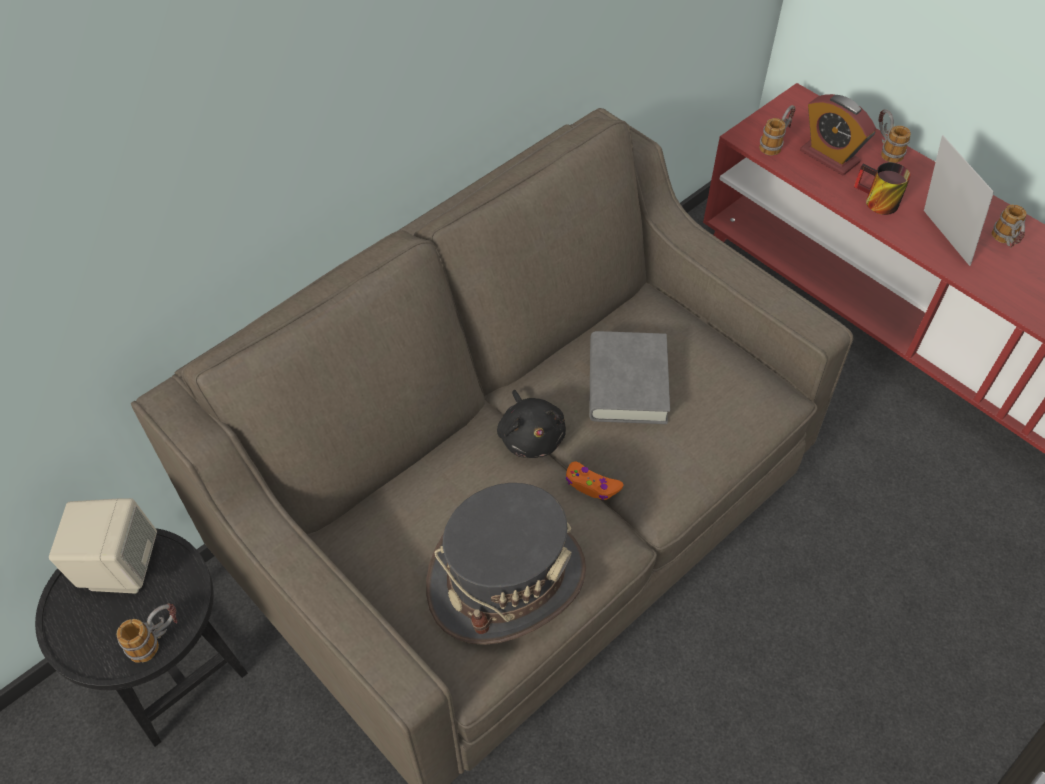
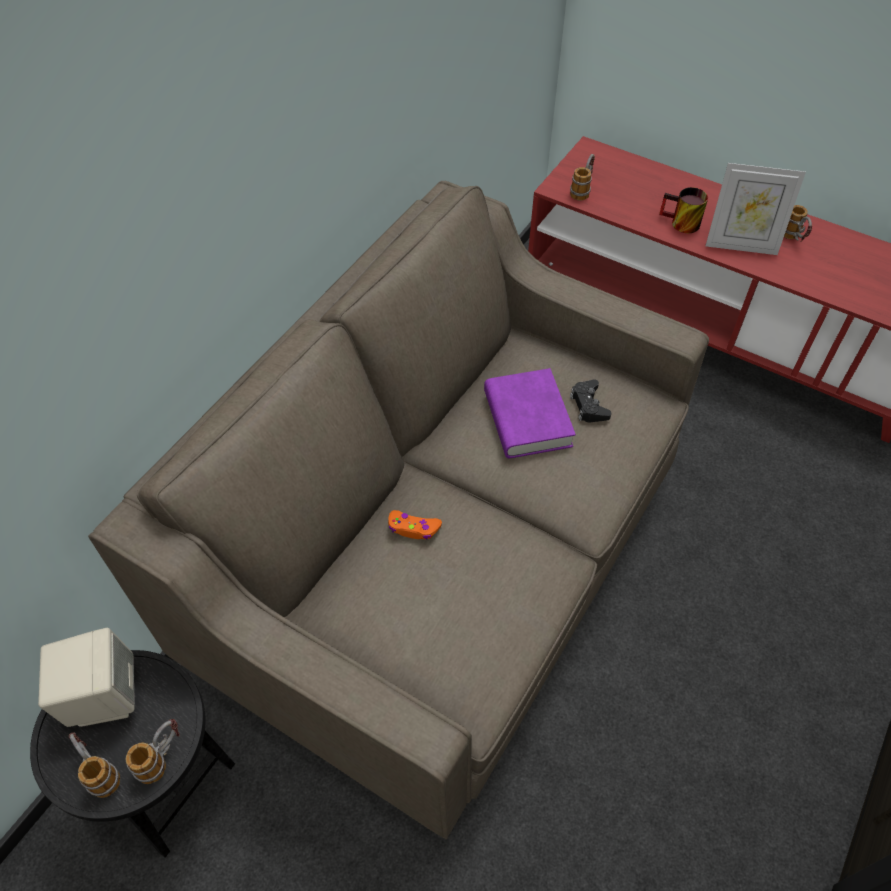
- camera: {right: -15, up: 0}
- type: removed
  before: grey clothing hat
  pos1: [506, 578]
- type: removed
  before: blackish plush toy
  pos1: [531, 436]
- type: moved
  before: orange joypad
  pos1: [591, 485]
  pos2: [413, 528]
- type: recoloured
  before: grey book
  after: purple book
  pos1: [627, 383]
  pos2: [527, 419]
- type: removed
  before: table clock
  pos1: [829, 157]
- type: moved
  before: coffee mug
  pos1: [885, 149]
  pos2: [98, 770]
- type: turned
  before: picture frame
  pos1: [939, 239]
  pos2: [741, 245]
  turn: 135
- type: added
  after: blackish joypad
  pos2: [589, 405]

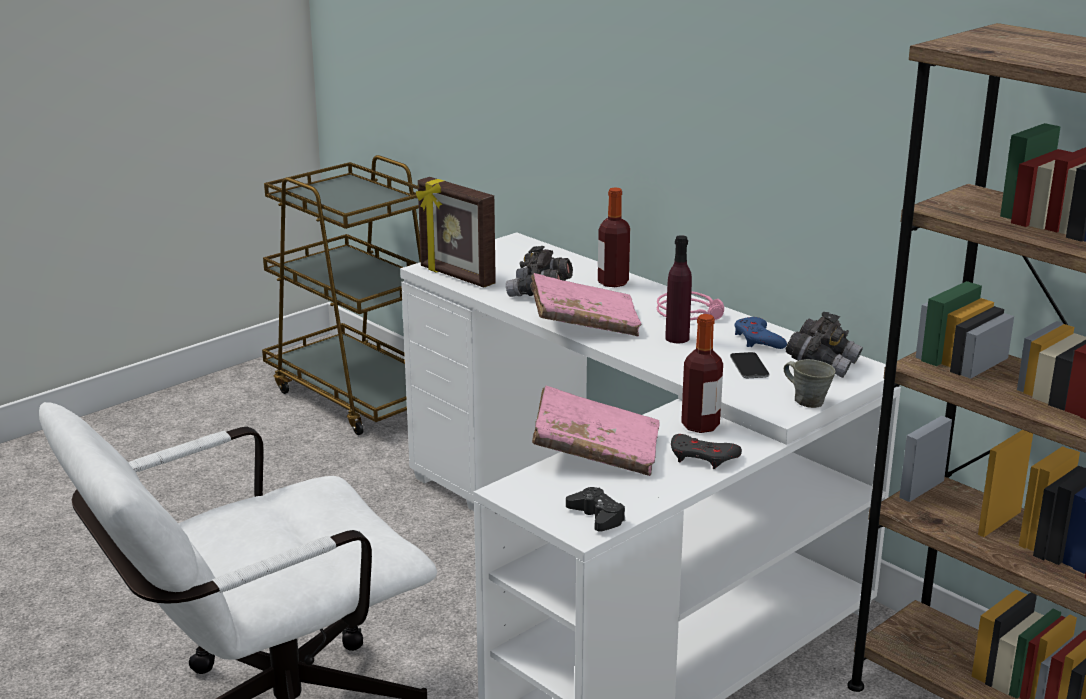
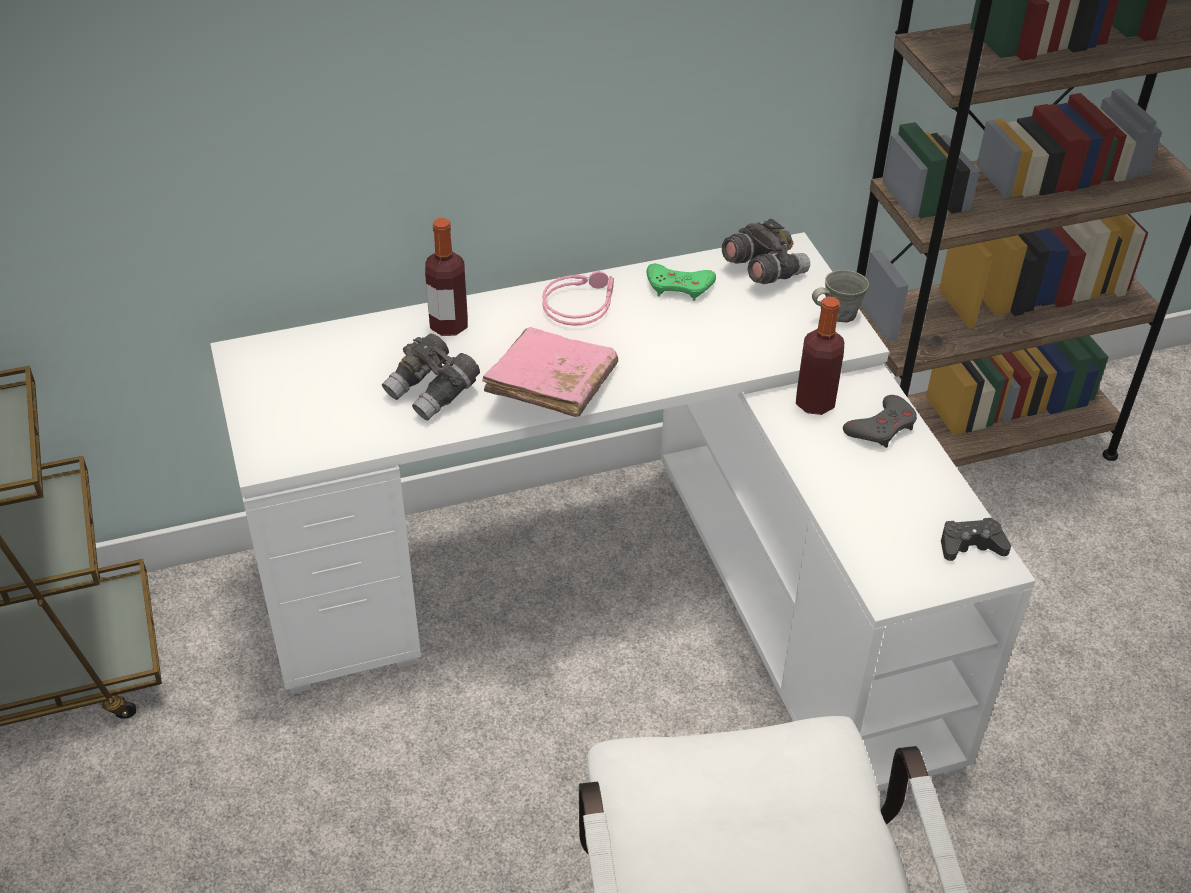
- camera: {right: -65, up: 20}
- type: removed
  before: picture frame
  pos1: [456, 276]
- type: removed
  before: pink-coloured book
  pos1: [595, 451]
- type: removed
  before: purple drink bottle
  pos1: [677, 338]
- type: removed
  before: phone
  pos1: [749, 367]
- type: recoloured
  before: blue-coloured joypad
  after: green-coloured joypad
  pos1: [758, 339]
  pos2: [679, 286]

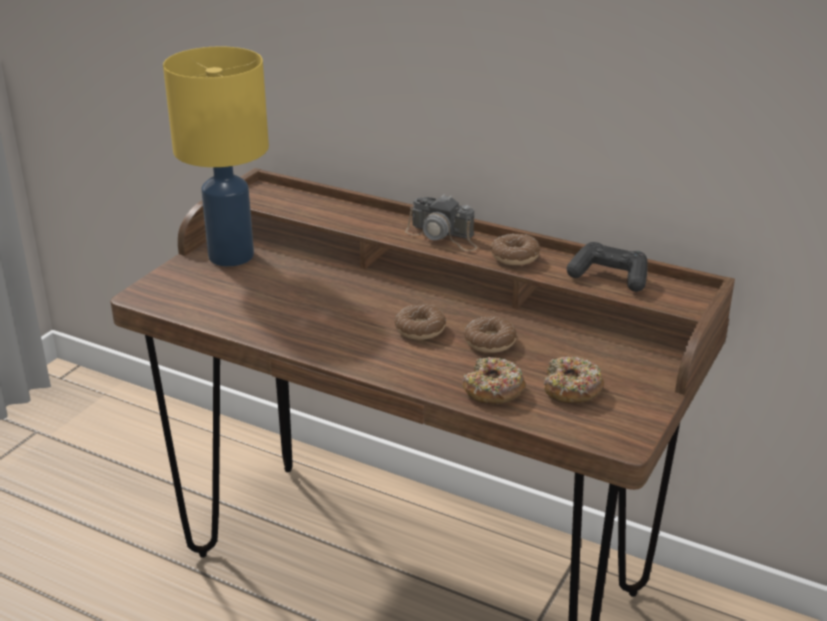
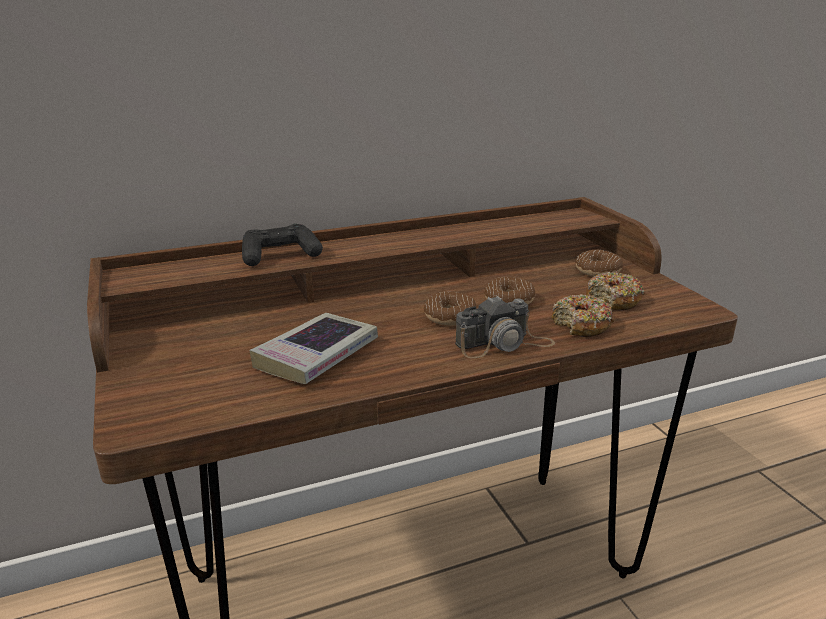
- camera: {right: -50, up: -5}
- type: removed
  before: yellow-coloured lamp for a table
  pos1: [231, 255]
- type: moved
  before: still camera
  pos1: [443, 236]
  pos2: [504, 344]
- type: moved
  before: doughnut
  pos1: [515, 257]
  pos2: [598, 271]
- type: moved
  before: blackish joypad
  pos1: [609, 277]
  pos2: [280, 255]
- type: added
  after: book
  pos2: [317, 355]

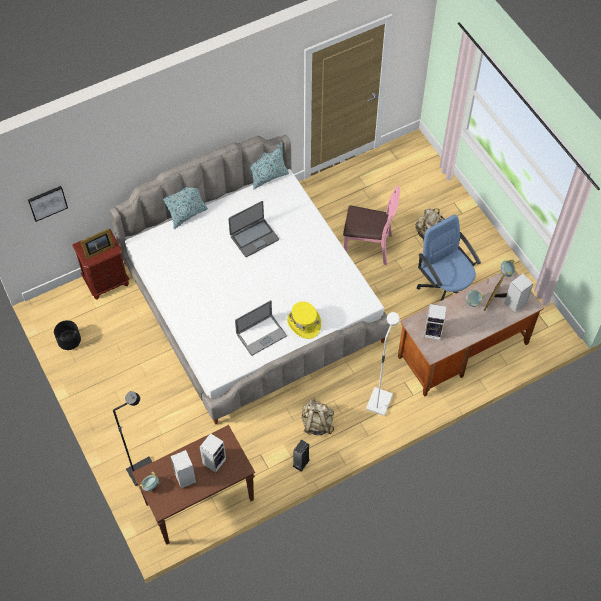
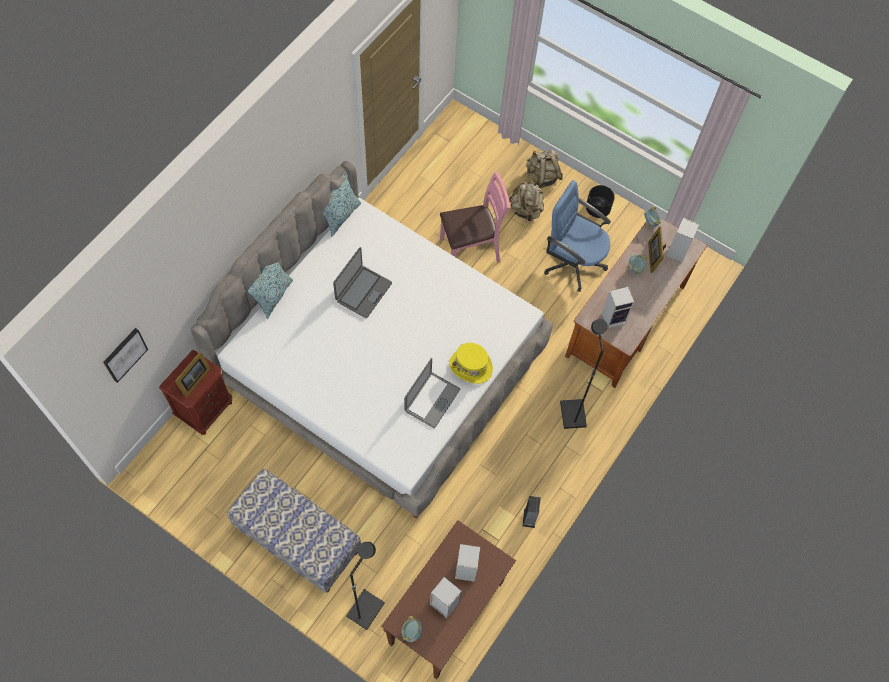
- camera: {right: -30, up: 5}
- type: moved
  before: blackish plant pot
  pos1: [69, 341]
  pos2: [597, 209]
- type: moved
  before: sand-coloured rucksack
  pos1: [317, 423]
  pos2: [542, 177]
- type: recoloured
  before: white-coloured floor lamp
  after: blackish floor lamp
  pos1: [378, 401]
  pos2: [572, 414]
- type: added
  after: long seat
  pos2: [297, 540]

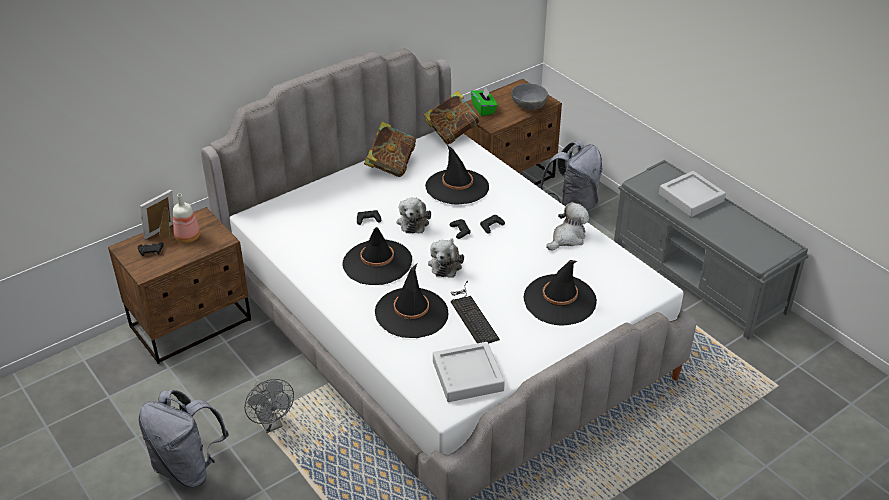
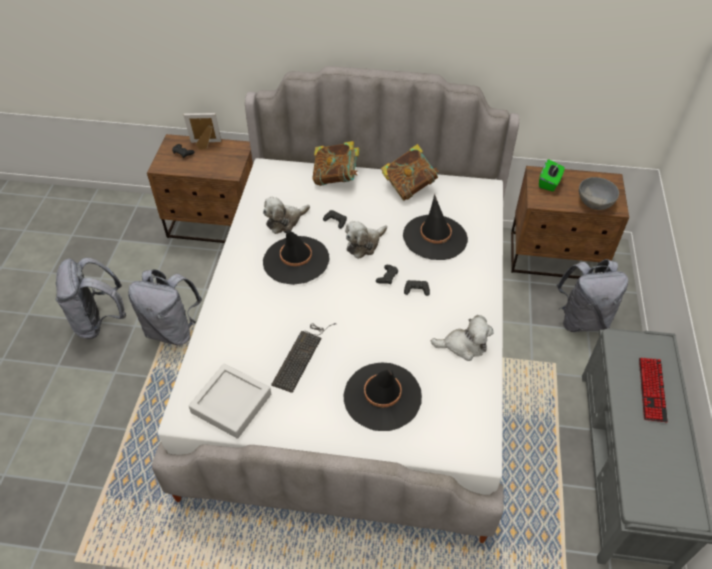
- camera: {right: 45, up: 10}
- type: removed
  before: drink bottle
  pos1: [188, 237]
- type: replaced
  before: grey electric fan
  after: grey rucksack
  pos1: [271, 424]
  pos2: [173, 330]
- type: removed
  before: blackish clothing hat
  pos1: [411, 313]
- type: moved
  before: book
  pos1: [452, 134]
  pos2: [336, 178]
- type: moved
  before: plush toy
  pos1: [445, 264]
  pos2: [285, 221]
- type: replaced
  before: grey serving tray
  after: computer keyboard
  pos1: [691, 198]
  pos2: [652, 389]

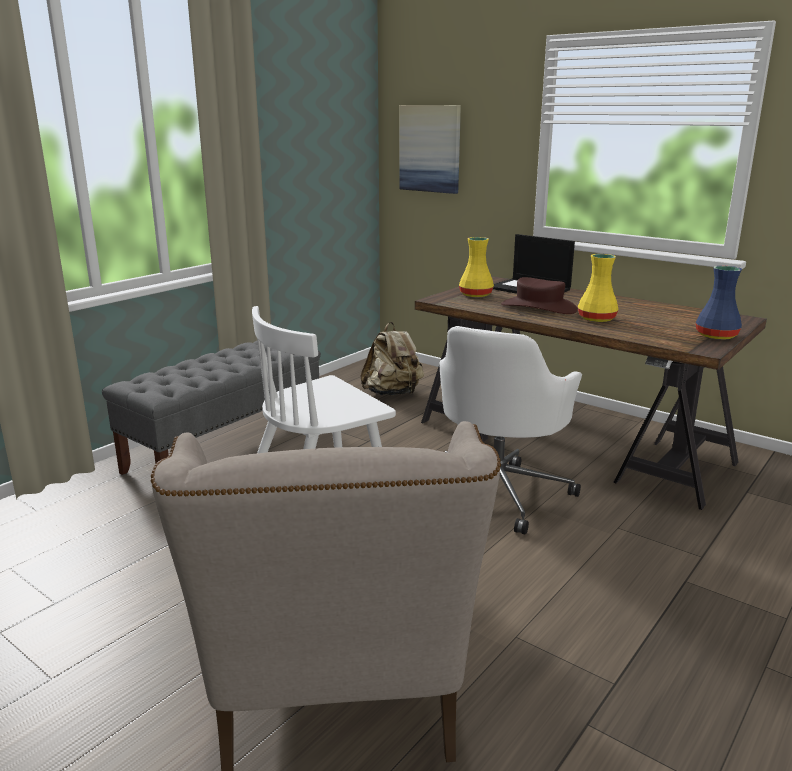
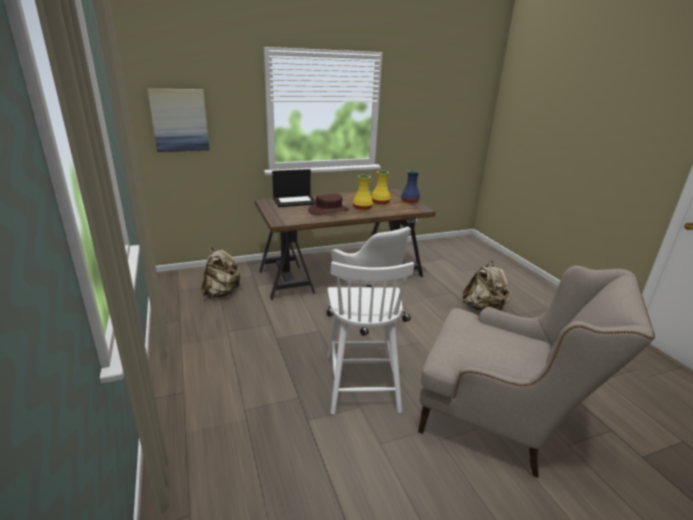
- camera: {right: -60, up: 5}
- type: removed
  before: grey long seat
  pos1: [226, 447]
- type: moved
  before: yellow-coloured flower vase
  pos1: [475, 295]
  pos2: [380, 203]
- type: added
  after: sand-coloured rucksack
  pos2: [483, 308]

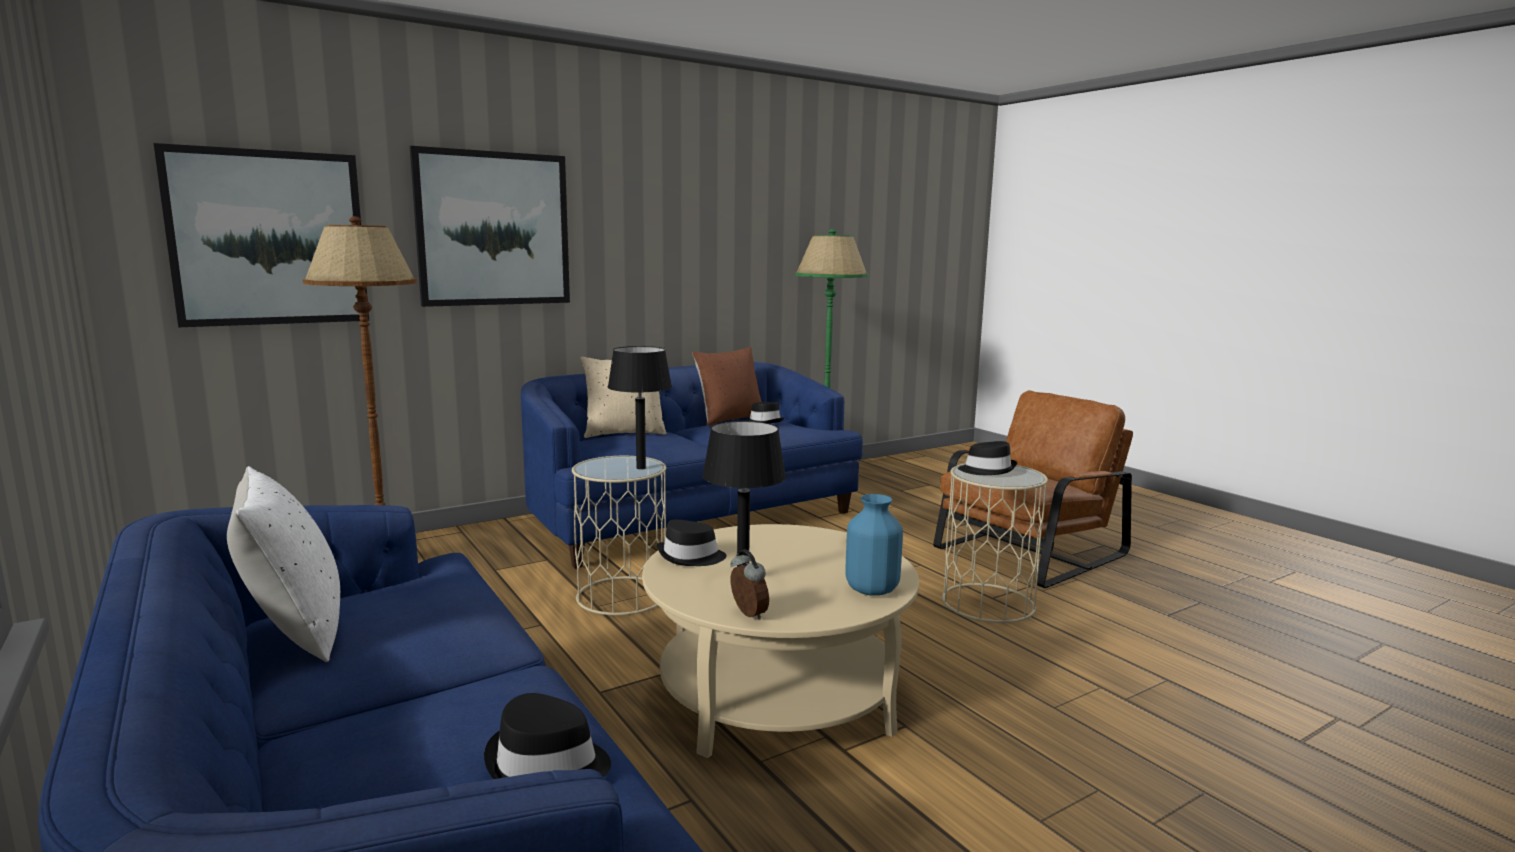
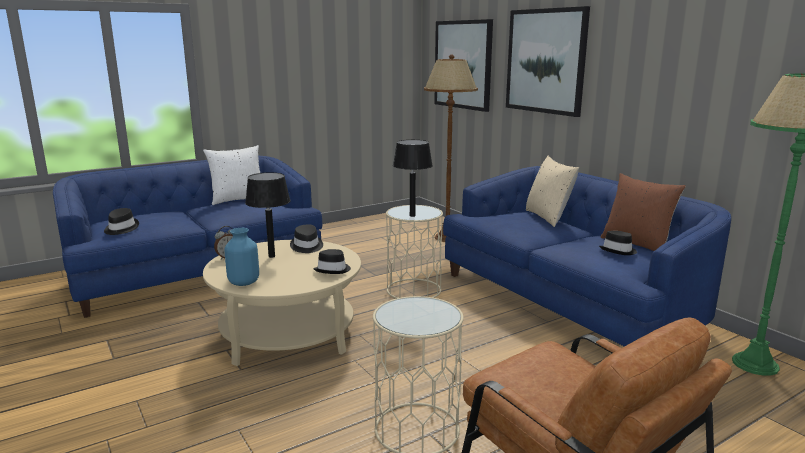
- camera: {right: 90, up: 5}
- type: moved
  before: blackish clothing hat
  pos1: [987, 470]
  pos2: [333, 270]

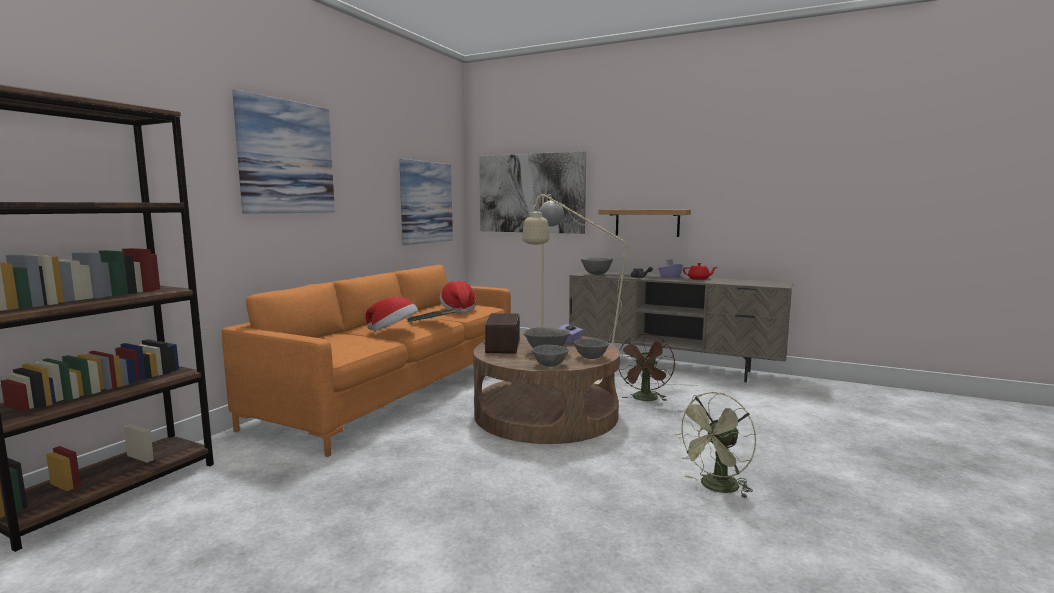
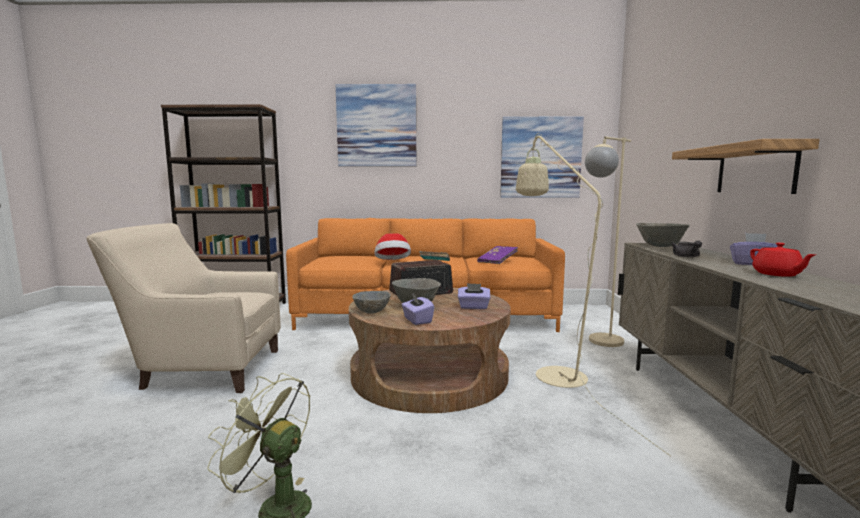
- camera: {right: 65, up: 0}
- type: replaced
  before: clothing hat
  after: purple book
  pos1: [458, 310]
  pos2: [497, 261]
- type: removed
  before: wall art
  pos1: [531, 193]
- type: replaced
  before: grey serving bowl
  after: purple tissue holder
  pos1: [591, 357]
  pos2: [417, 320]
- type: removed
  before: brown electric fan
  pos1: [645, 399]
- type: added
  after: sand-coloured easy chair
  pos2: [200, 370]

